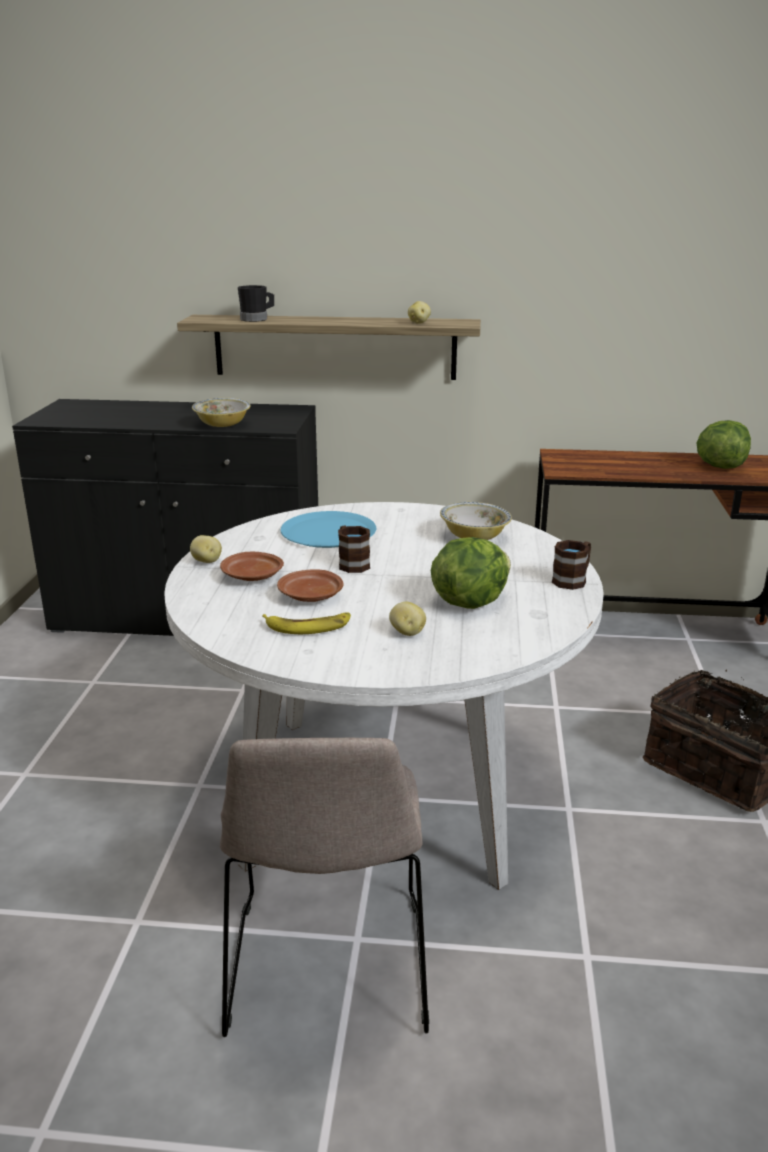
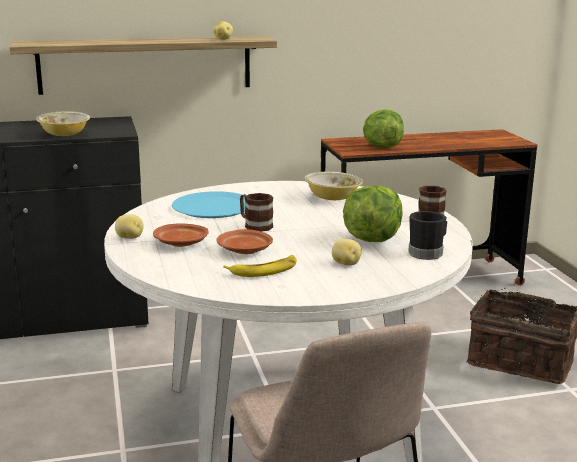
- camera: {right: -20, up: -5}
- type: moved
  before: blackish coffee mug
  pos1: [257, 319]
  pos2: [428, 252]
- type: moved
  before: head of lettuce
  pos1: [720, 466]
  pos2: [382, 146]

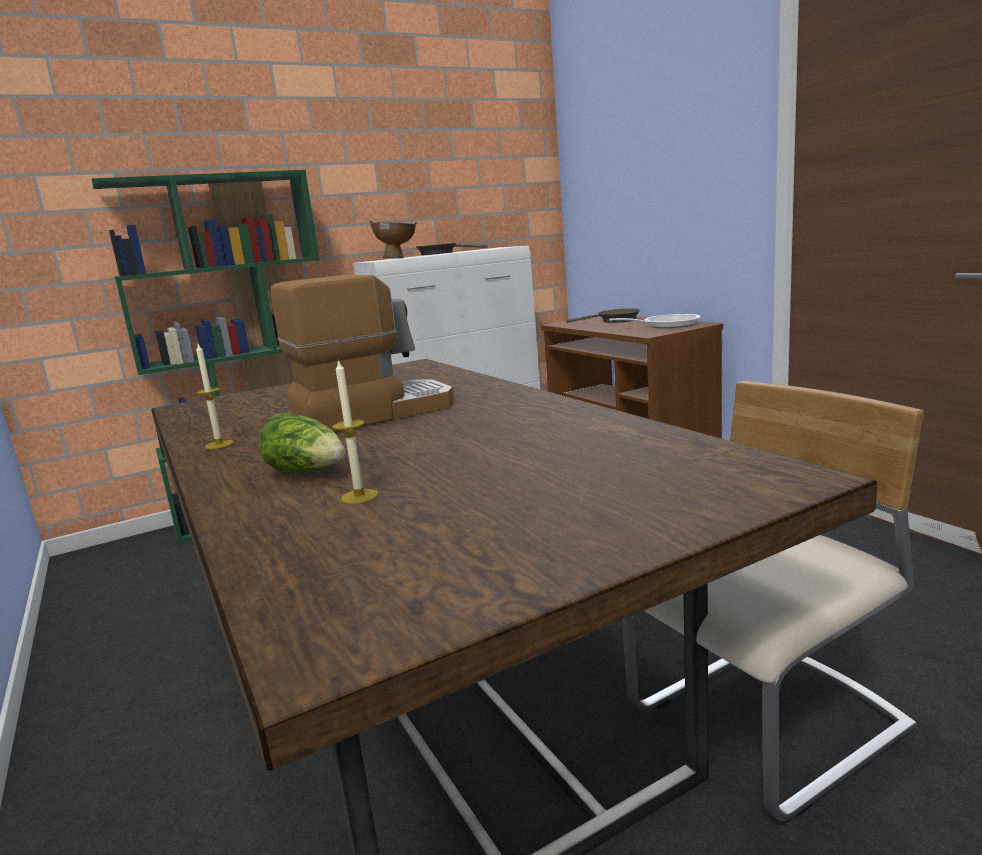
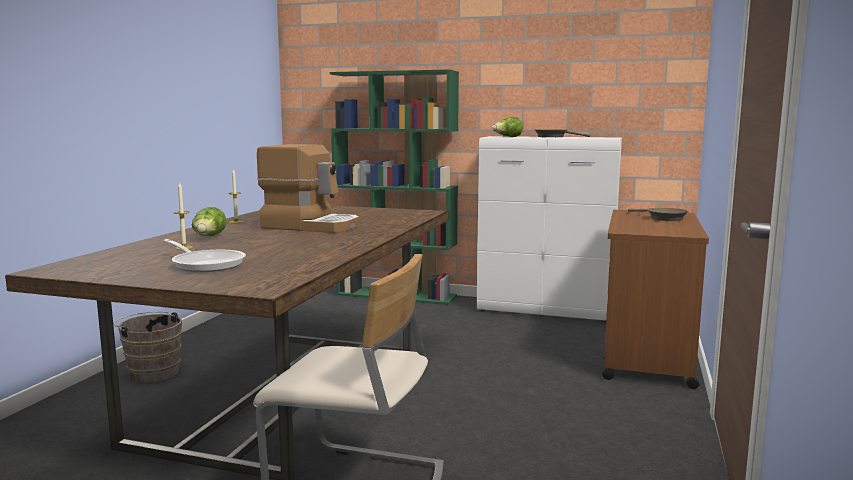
- camera: {right: 45, up: -5}
- type: replaced
  before: brown serving bowl
  after: head of lettuce
  pos1: [398, 258]
  pos2: [507, 137]
- type: moved
  before: skillet
  pos1: [666, 325]
  pos2: [206, 264]
- type: added
  after: brown water bucket
  pos2: [152, 372]

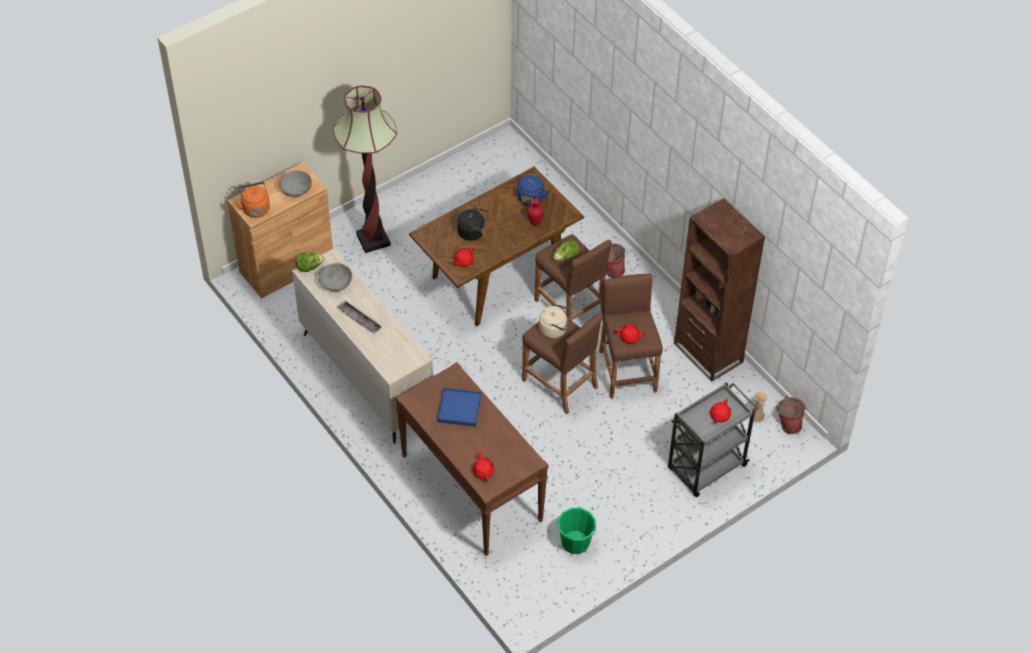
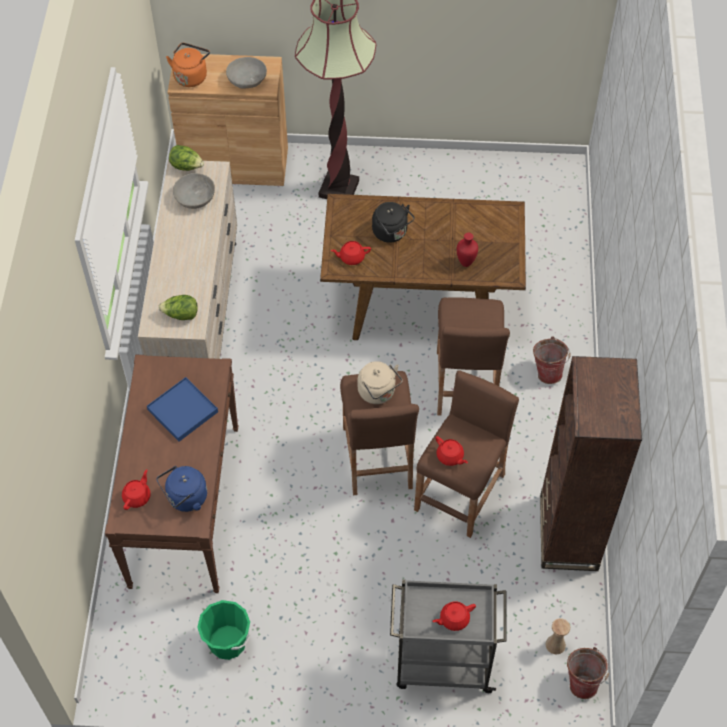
- camera: {right: 40, up: 5}
- type: removed
  before: serving tray
  pos1: [360, 319]
- type: moved
  before: blue-coloured tea kettle
  pos1: [530, 199]
  pos2: [185, 498]
- type: moved
  before: head of lettuce
  pos1: [566, 257]
  pos2: [181, 315]

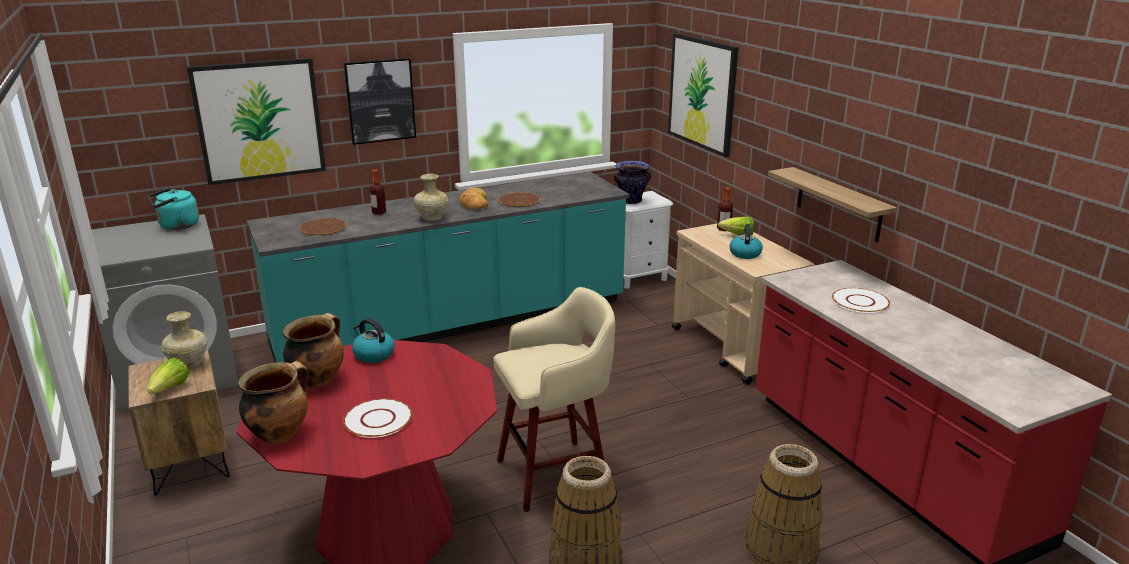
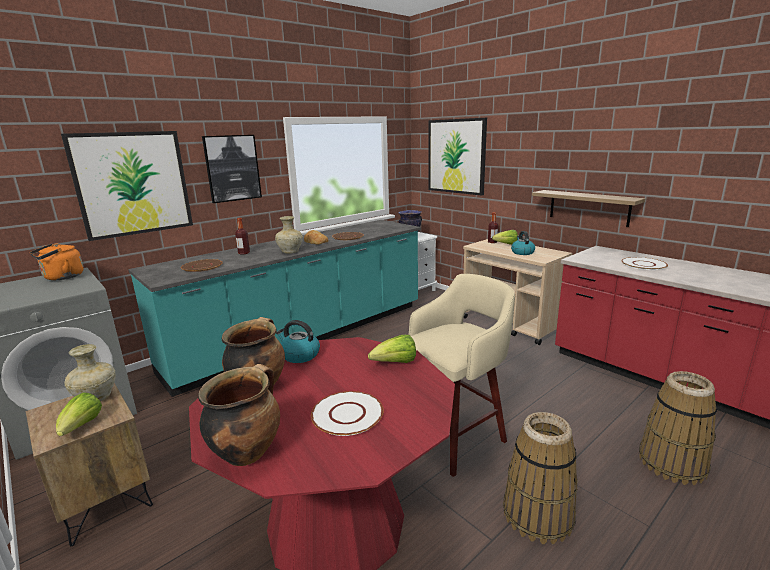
- camera: {right: -15, up: -5}
- type: recoloured
  before: turquoise-coloured tea kettle
  after: orange tea kettle
  pos1: [176, 226]
  pos2: [61, 277]
- type: added
  after: head of lettuce
  pos2: [395, 363]

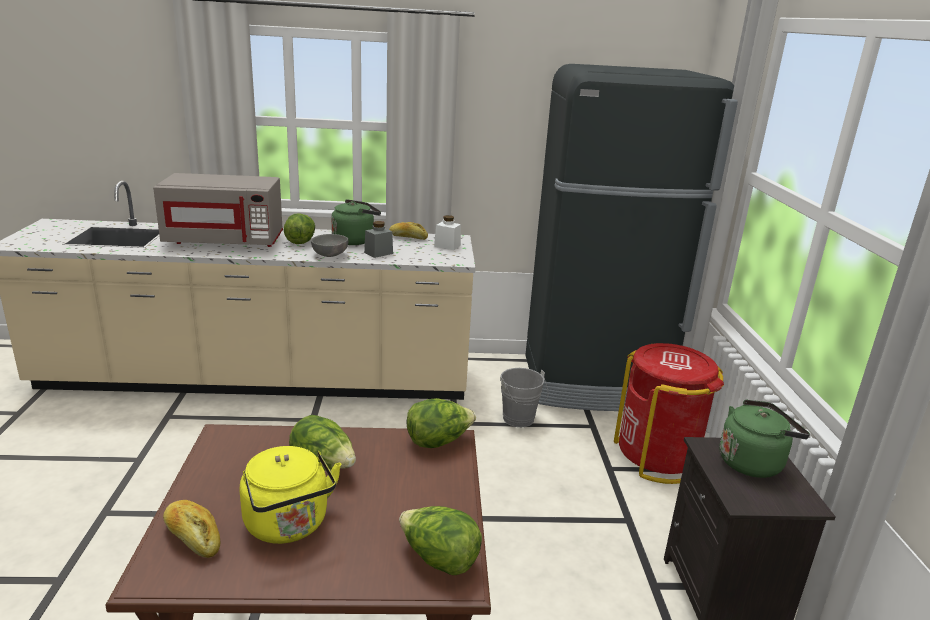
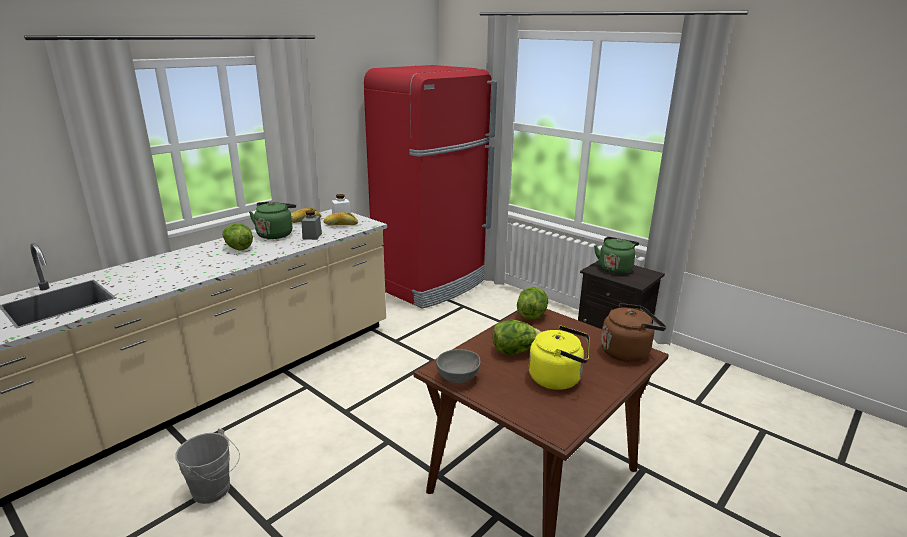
- camera: {right: -45, up: 0}
- type: removed
  before: grey microwave oven
  pos1: [225, 241]
- type: moved
  before: baked bread
  pos1: [193, 537]
  pos2: [340, 225]
- type: moved
  before: grey serving bowl
  pos1: [330, 255]
  pos2: [459, 378]
- type: replaced
  before: head of lettuce
  after: brown tea kettle
  pos1: [439, 560]
  pos2: [627, 351]
- type: moved
  before: grey water bucket
  pos1: [520, 420]
  pos2: [214, 491]
- type: recoloured
  before: blackish fridge
  after: reddish fridge
  pos1: [598, 382]
  pos2: [432, 283]
- type: removed
  before: reddish trash can
  pos1: [658, 456]

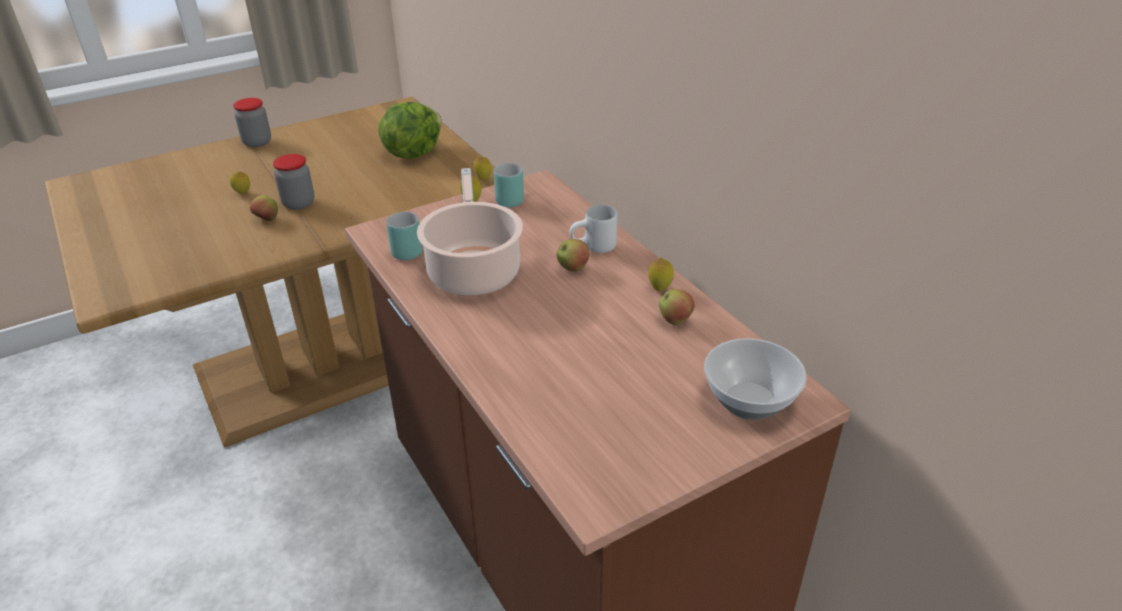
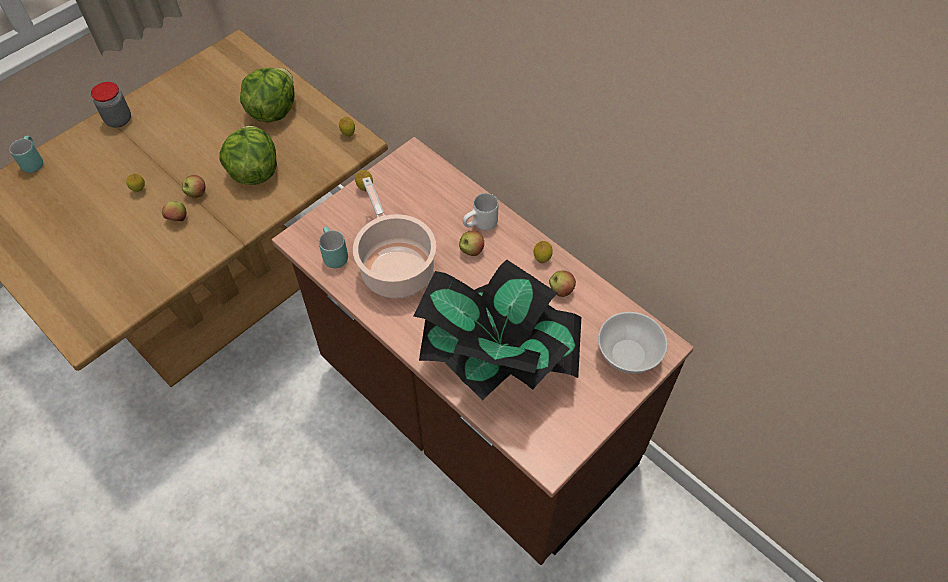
- camera: {right: -15, up: 20}
- type: replaced
  before: jar
  after: apple fruit
  pos1: [299, 203]
  pos2: [196, 194]
- type: moved
  before: turquoise-coloured coffee mug
  pos1: [509, 198]
  pos2: [32, 162]
- type: added
  after: head of lettuce
  pos2: [254, 172]
- type: added
  after: potted plant
  pos2: [499, 360]

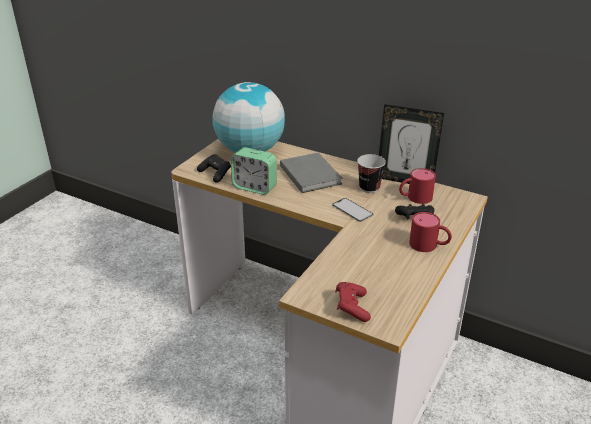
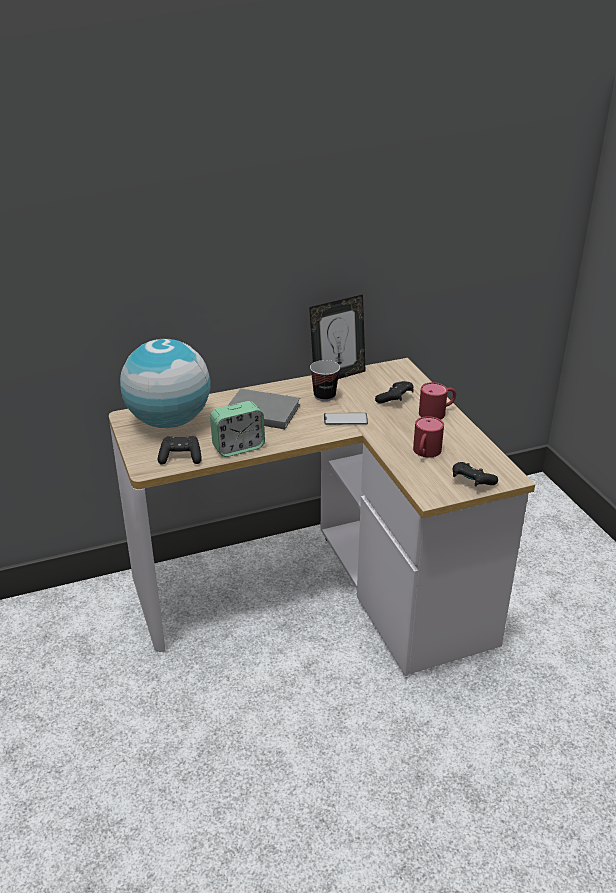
- camera: {right: -50, up: 0}
- type: recoloured
  before: reddish joypad
  after: blackish joypad
  pos1: [351, 307]
  pos2: [471, 482]
- type: moved
  before: reddish coffee mug
  pos1: [414, 198]
  pos2: [425, 453]

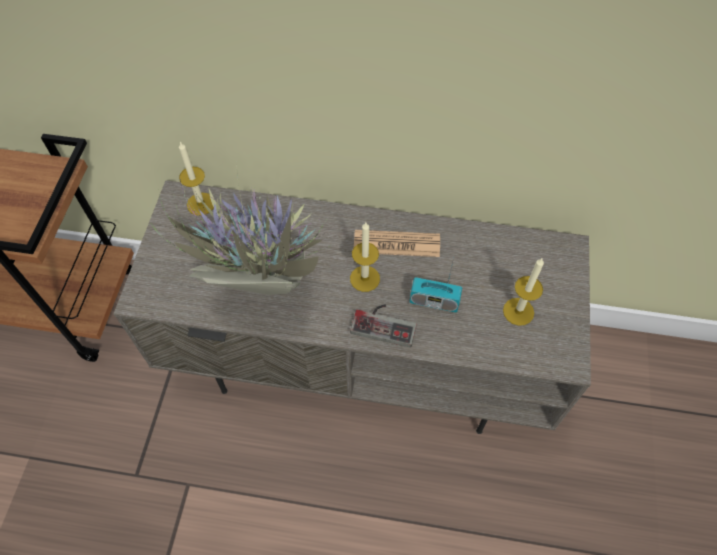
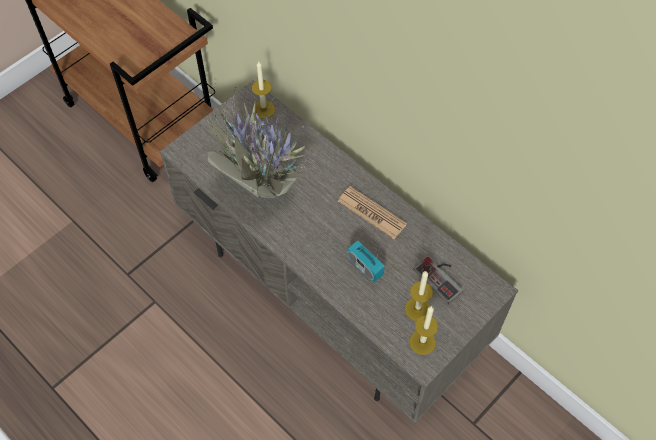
- camera: {right: 35, up: 0}
- type: moved
  before: candle
  pos1: [365, 278]
  pos2: [422, 342]
- type: moved
  before: joypad
  pos1: [385, 323]
  pos2: [442, 277]

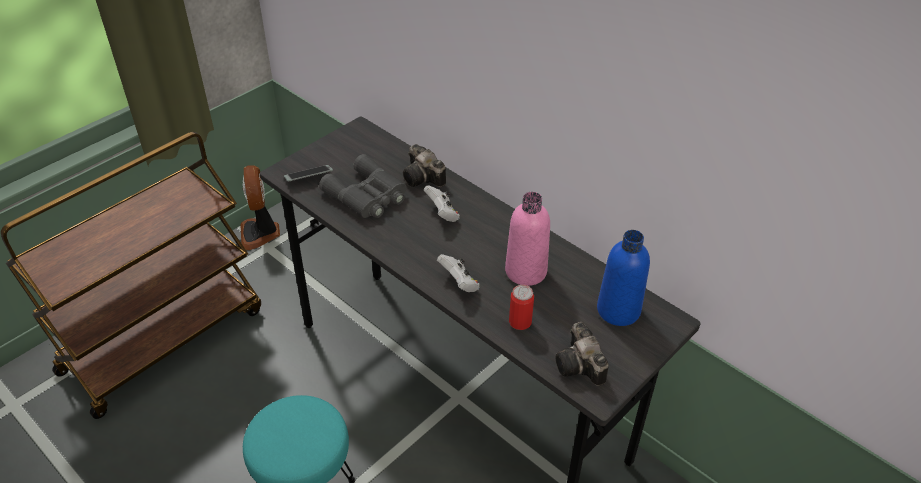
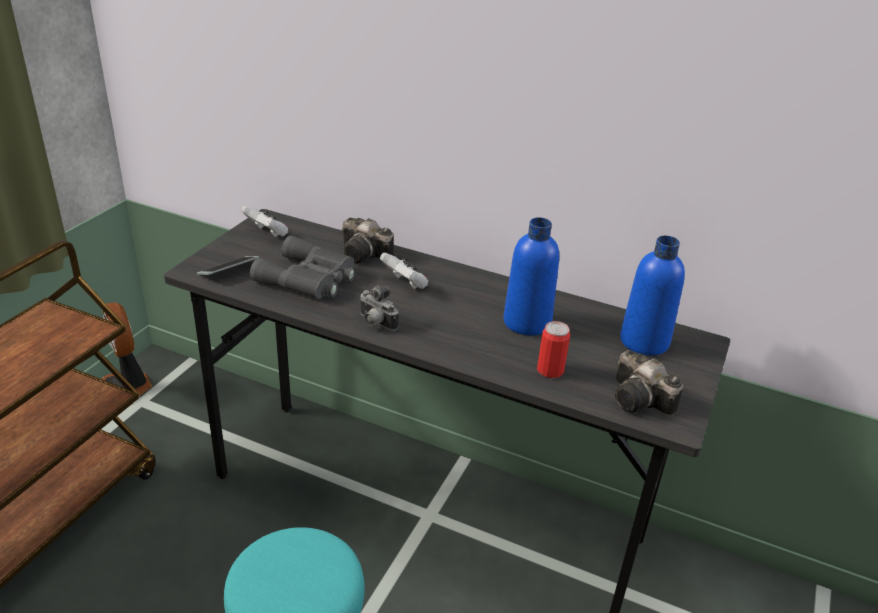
- camera: {right: -20, up: -10}
- type: moved
  before: white-coloured joypad
  pos1: [459, 284]
  pos2: [267, 233]
- type: recoloured
  before: pink-coloured drink bottle
  after: blue-coloured drink bottle
  pos1: [525, 271]
  pos2: [527, 322]
- type: added
  after: still camera
  pos2: [375, 323]

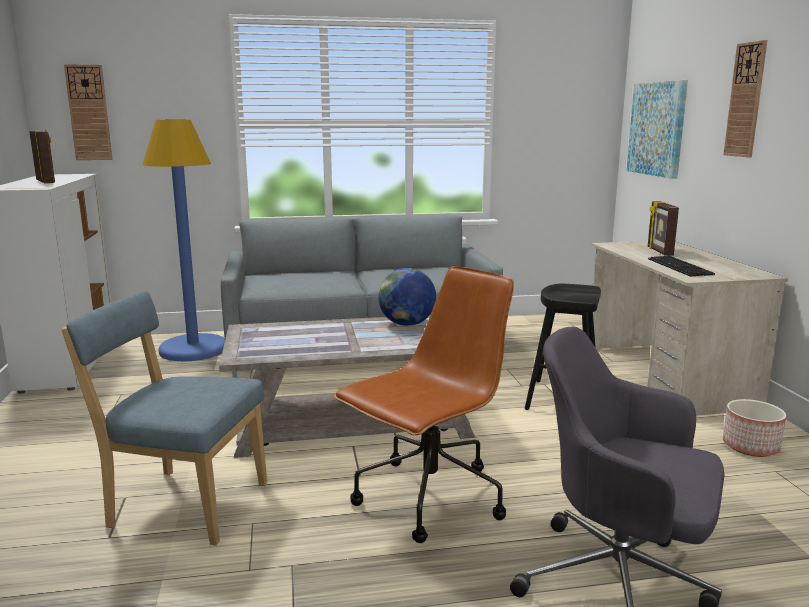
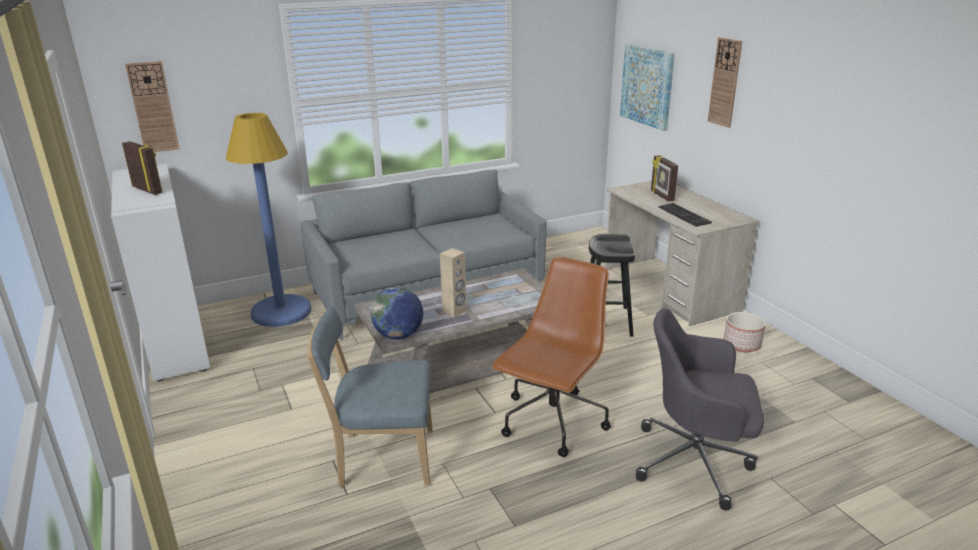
- camera: {right: -15, up: 10}
- type: moved
  before: globe
  pos1: [407, 324]
  pos2: [398, 336]
- type: added
  after: sand-coloured audio speaker
  pos2: [454, 312]

